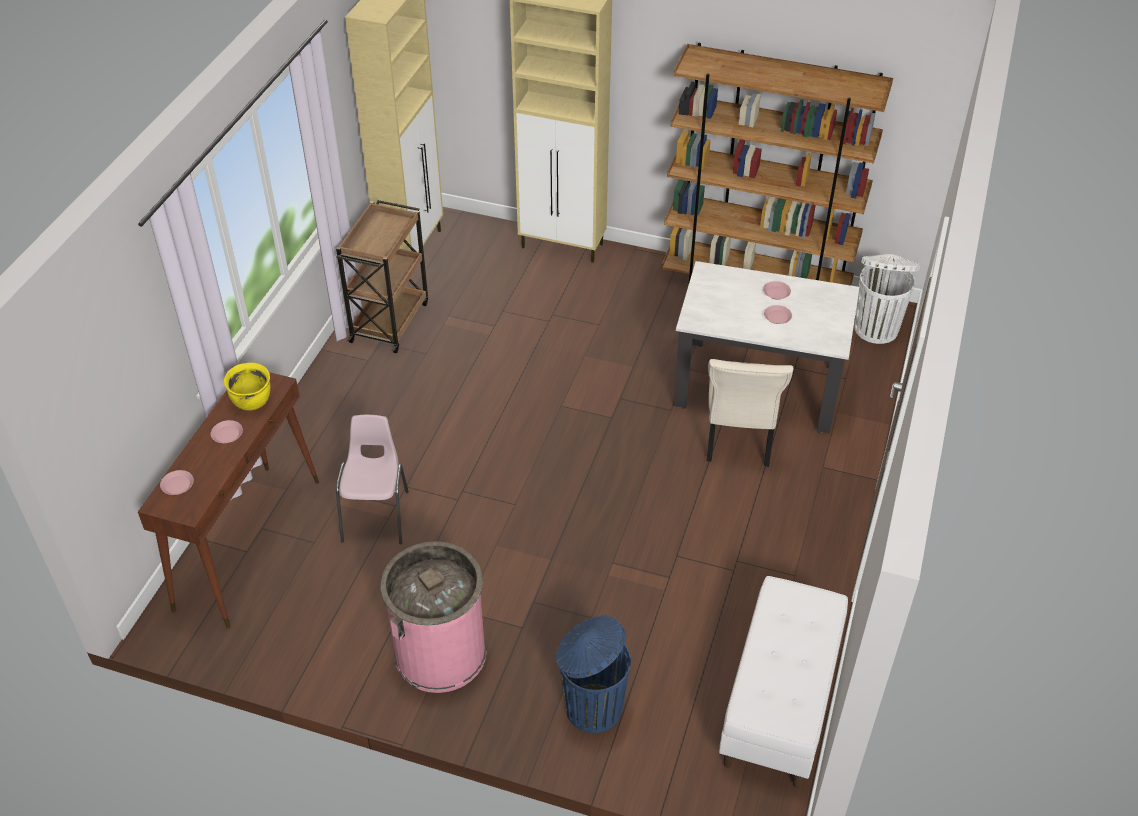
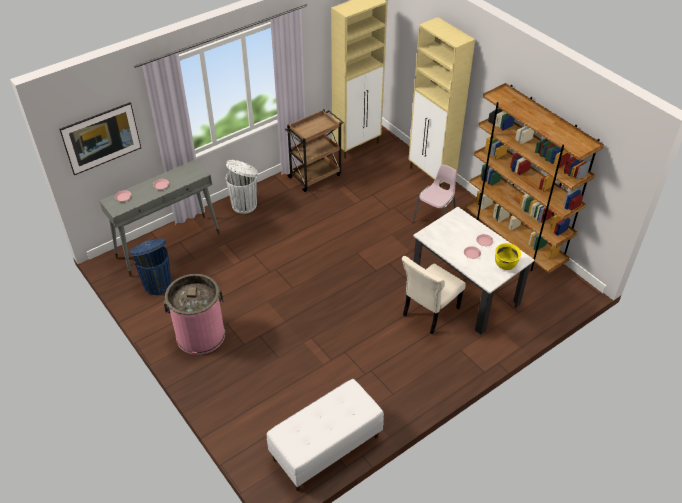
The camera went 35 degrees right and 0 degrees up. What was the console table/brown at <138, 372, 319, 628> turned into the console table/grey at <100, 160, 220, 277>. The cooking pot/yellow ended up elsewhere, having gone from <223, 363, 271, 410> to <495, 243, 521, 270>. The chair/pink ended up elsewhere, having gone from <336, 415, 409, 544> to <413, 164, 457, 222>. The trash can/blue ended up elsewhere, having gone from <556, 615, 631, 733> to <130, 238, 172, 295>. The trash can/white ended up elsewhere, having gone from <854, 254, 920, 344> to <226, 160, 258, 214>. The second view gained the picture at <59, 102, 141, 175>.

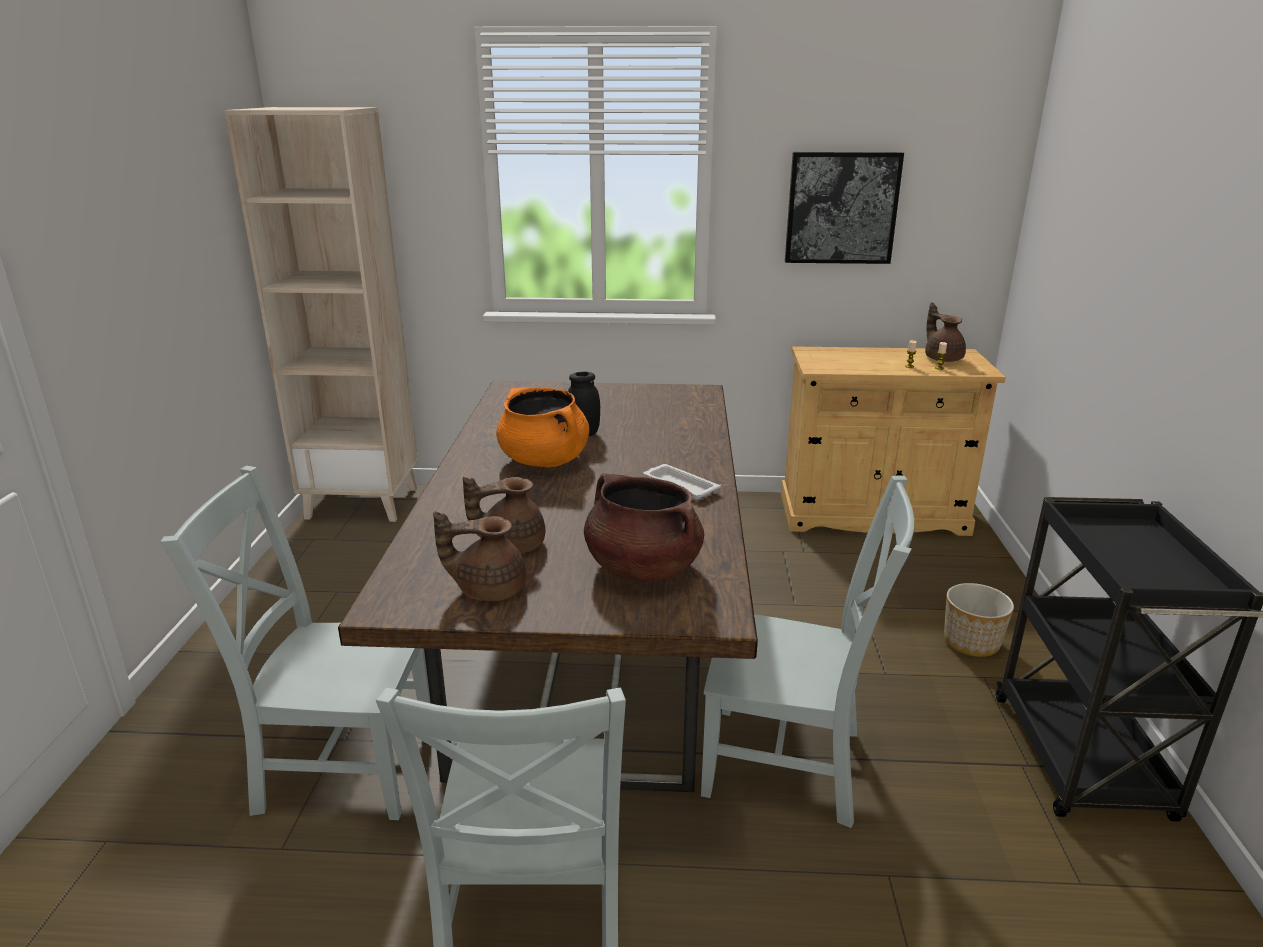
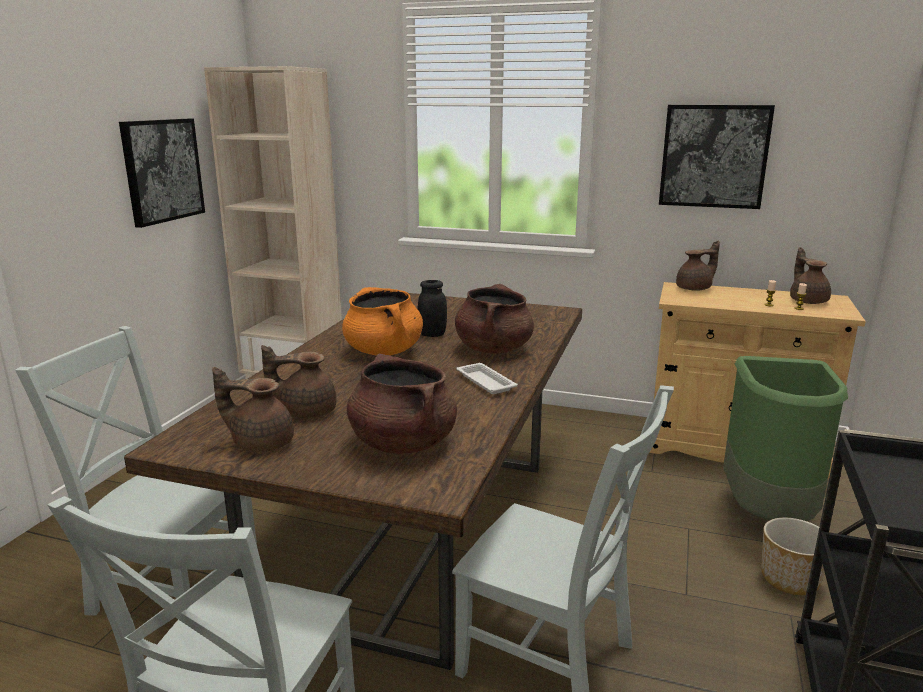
The camera went 15 degrees right and 5 degrees down. The second view gained the picture at <119, 119, 205, 228>. The second view gained the cooking pot/brown at <455, 284, 534, 354>. The second view gained the teapot/brown at <676, 240, 720, 290>. The second view gained the trash can/green at <723, 356, 848, 521>.

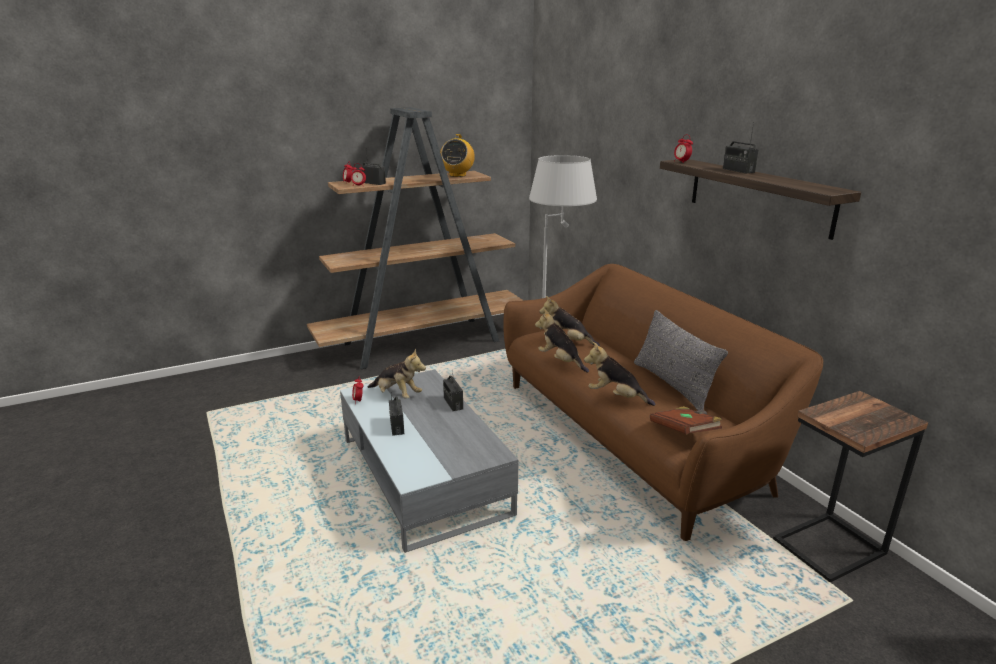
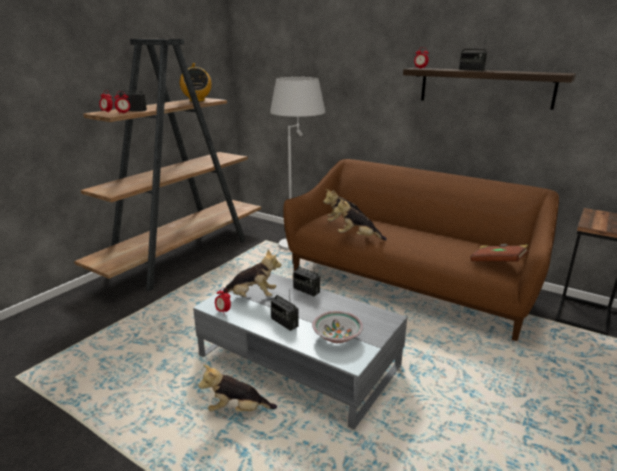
The camera went 30 degrees left and 0 degrees up. The plush toy ended up elsewhere, having gone from <584, 342, 655, 406> to <198, 365, 277, 412>. The second view lost the pillow/grey at <634, 310, 728, 410>. The second view gained the bowl at <312, 311, 363, 343>.

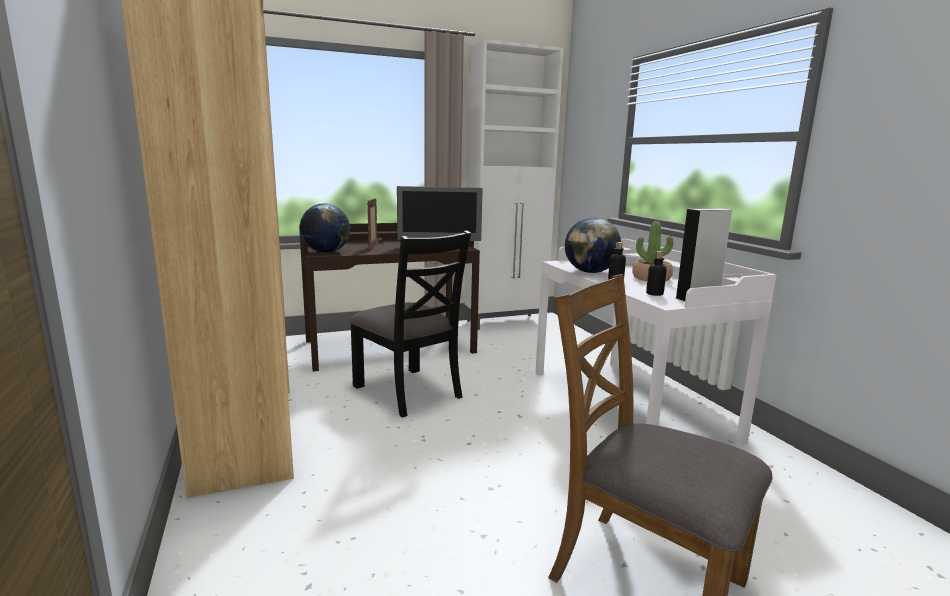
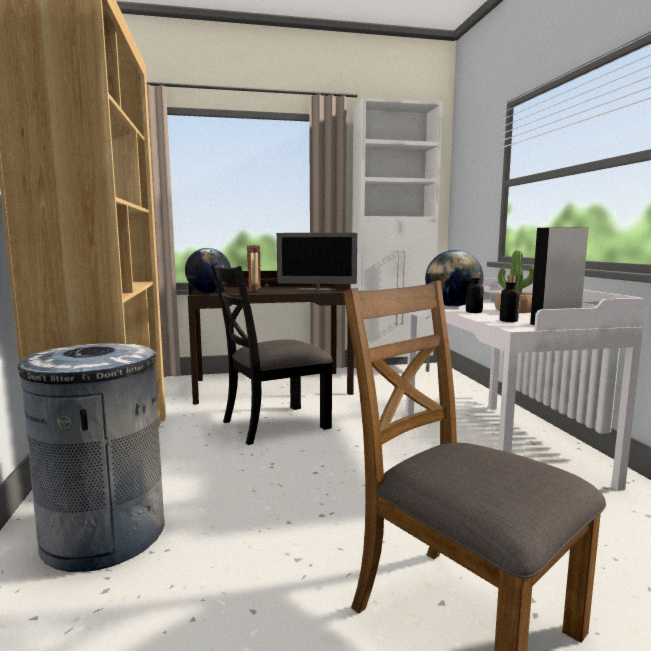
The camera went 10 degrees right and 5 degrees down. The chair/black at <349, 231, 471, 418> ended up facing another way, 90 degrees clockwise from before. The second view gained the trash can/grey at <12, 343, 165, 572>.

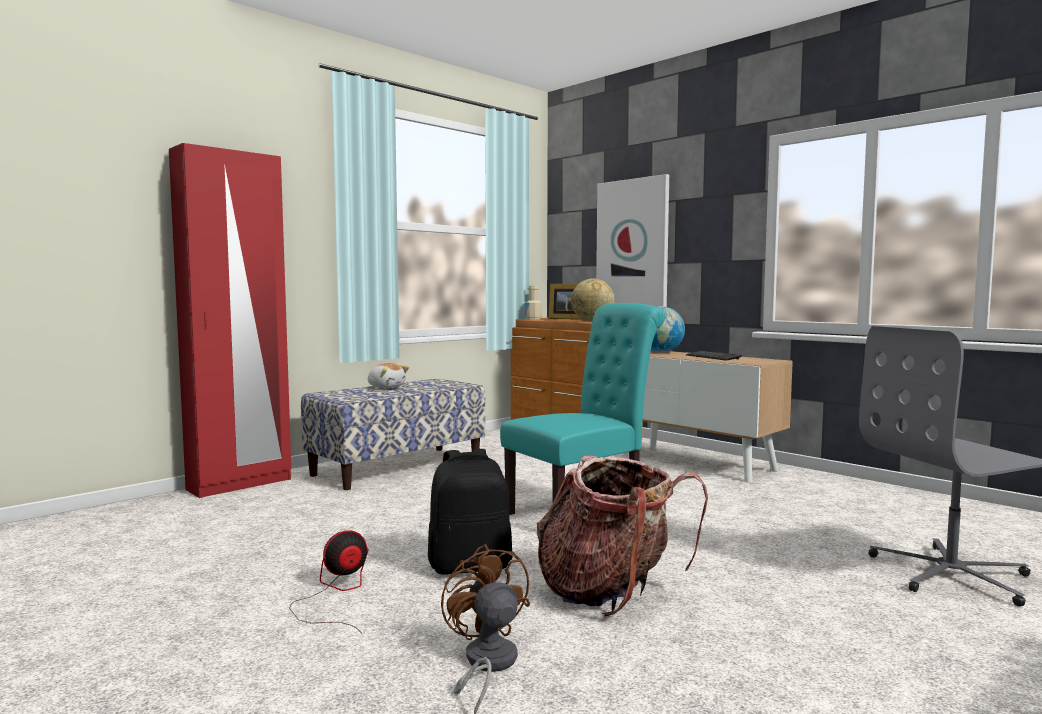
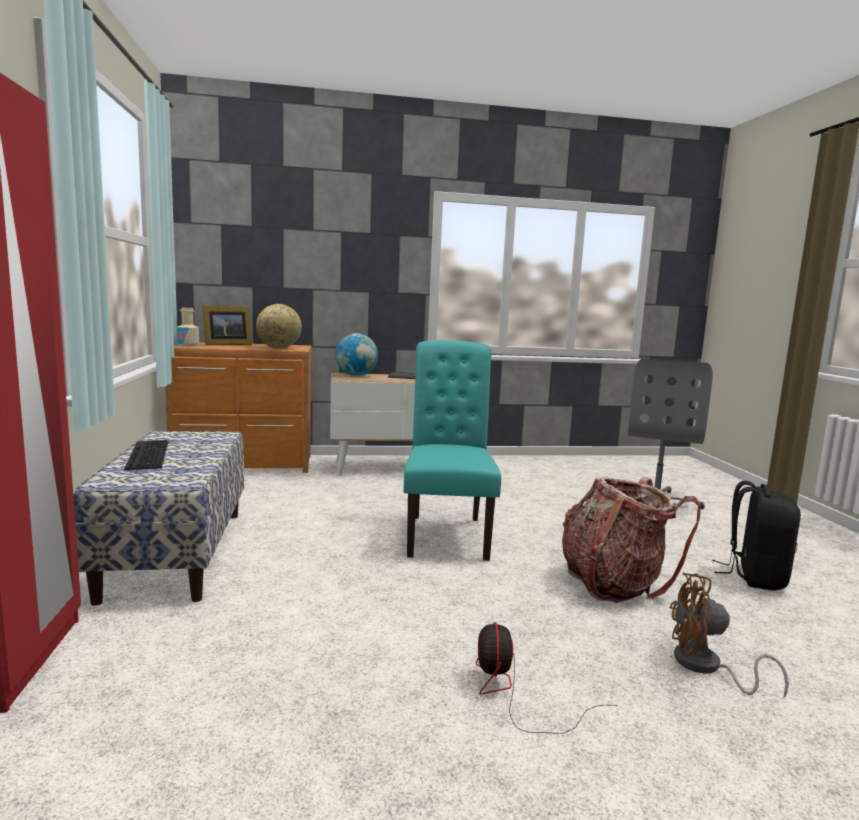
The camera went 55 degrees left and 5 degrees up. Where the plush toy stood at <368, 363, 409, 388>, the keyboard came to stand at <124, 440, 169, 470>. The backpack/black ended up elsewhere, having gone from <428, 449, 513, 575> to <712, 481, 801, 591>. The second view lost the picture at <596, 174, 669, 307>.

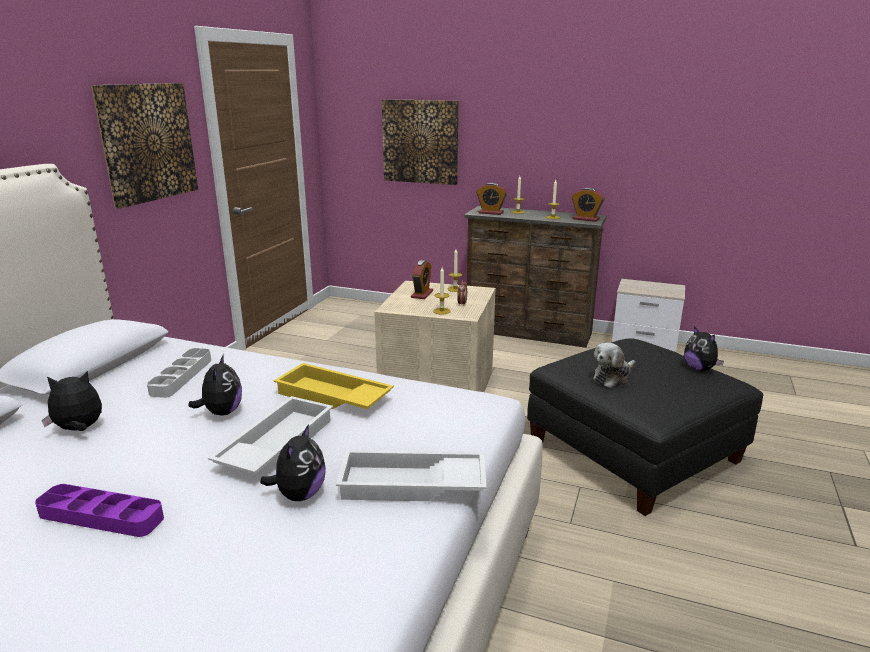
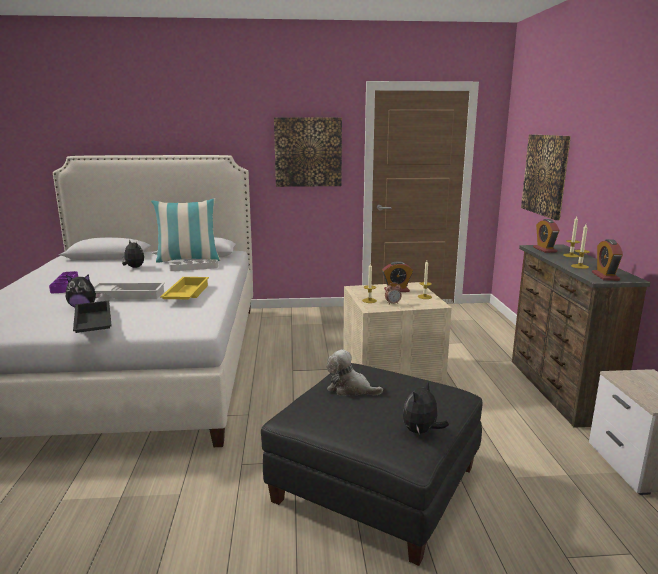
The camera went 65 degrees right and 5 degrees down. The second view lost the plush toy at <188, 354, 242, 416>. What was the tray/white at <336, 450, 487, 501> turned into the tray/black at <73, 301, 112, 333>. The second view gained the pillow at <151, 198, 221, 263>.

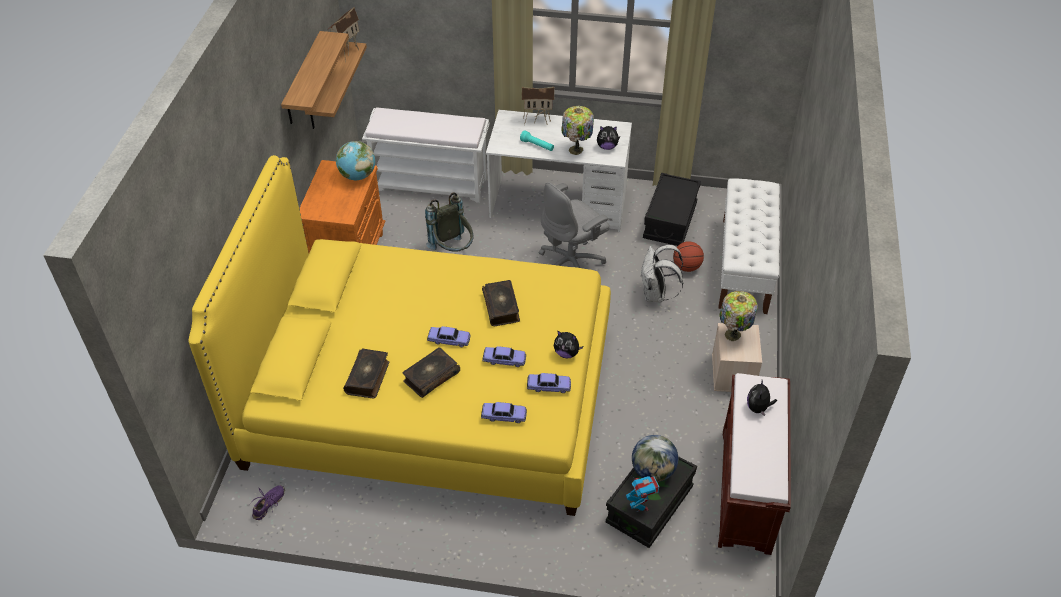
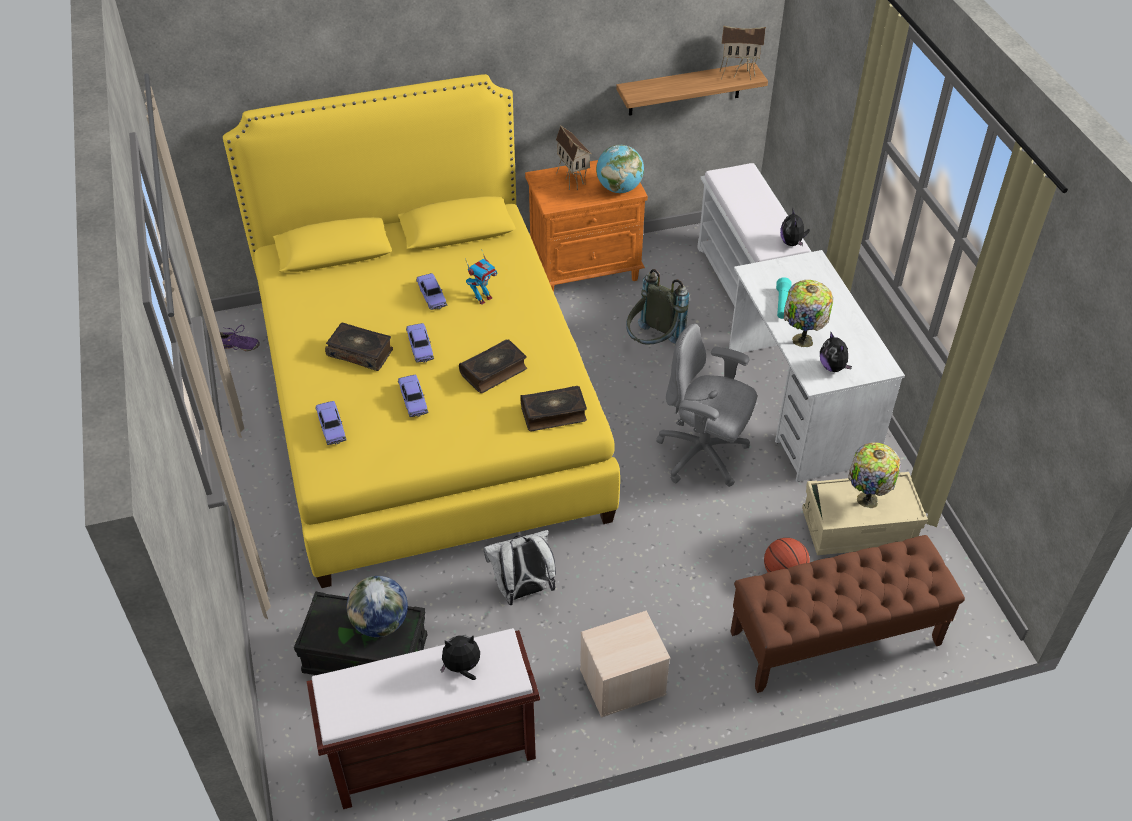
The camera went 65 degrees right and 0 degrees up. The second view lost the shelf at <281, 31, 349, 124>. The book ended up elsewhere, having gone from <343, 348, 389, 398> to <521, 386, 587, 432>. The toy house ended up elsewhere, having gone from <522, 87, 554, 125> to <556, 125, 591, 191>. The toy car ended up elsewhere, having gone from <527, 373, 571, 393> to <416, 273, 447, 310>. The plush toy ended up elsewhere, having gone from <554, 331, 583, 358> to <780, 210, 810, 246>. The toy robot ended up elsewhere, having gone from <626, 475, 659, 512> to <465, 249, 498, 305>. The backpack/white ended up elsewhere, having gone from <640, 245, 683, 303> to <484, 530, 556, 605>. What was the storage box/black at <643, 173, 701, 246> turned into the storage box/beige at <802, 472, 928, 555>. What was the bench/white at <718, 178, 780, 314> turned into the bench/brown at <730, 535, 965, 693>. The table lamp ended up elsewhere, having gone from <719, 291, 758, 341> to <848, 442, 901, 508>.

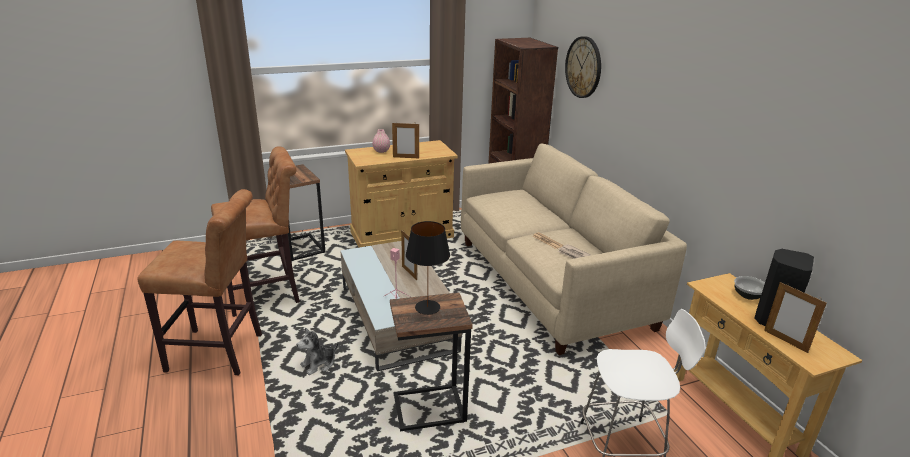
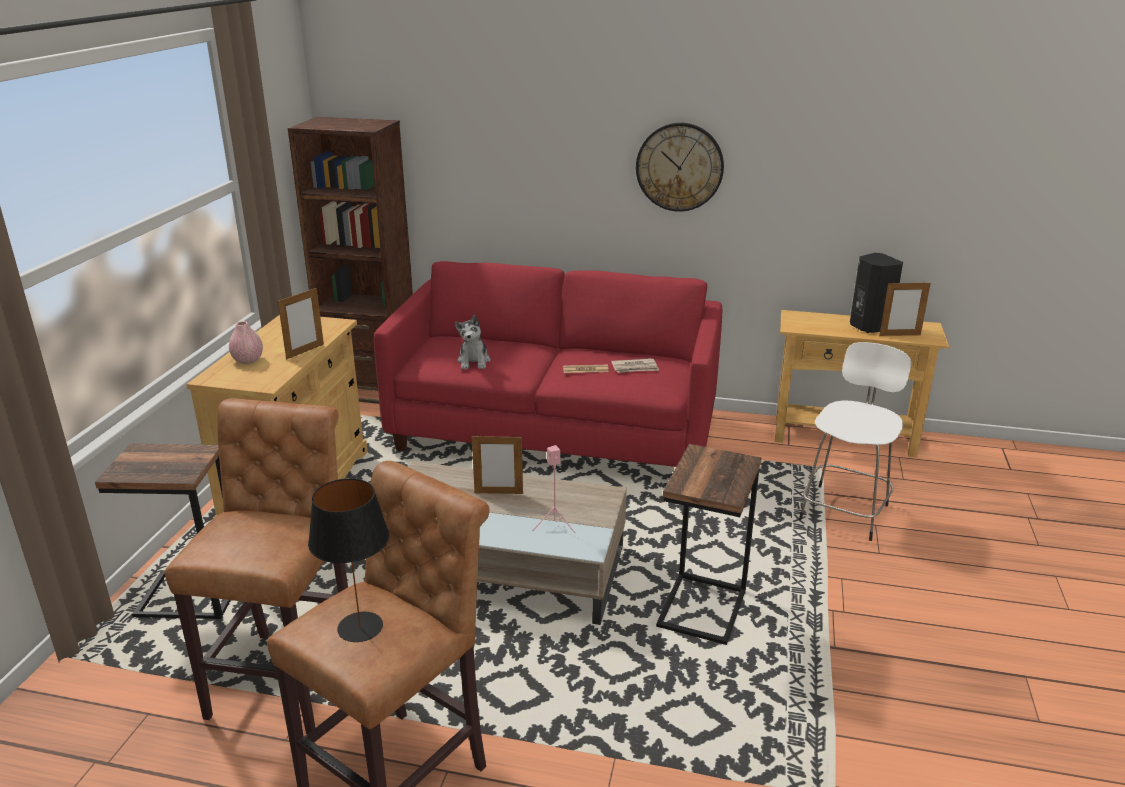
The camera went 55 degrees left and 0 degrees up. The plush toy ended up elsewhere, having gone from <296, 328, 339, 375> to <454, 315, 491, 369>. The table lamp/black ended up elsewhere, having gone from <406, 221, 450, 315> to <308, 478, 390, 642>. What was the sofa/beige at <461, 144, 687, 355> turned into the sofa/red at <374, 261, 722, 467>. The wall clock ended up elsewhere, having gone from <565, 36, 601, 98> to <636, 123, 724, 211>. The second view lost the bowl at <734, 276, 765, 300>.

